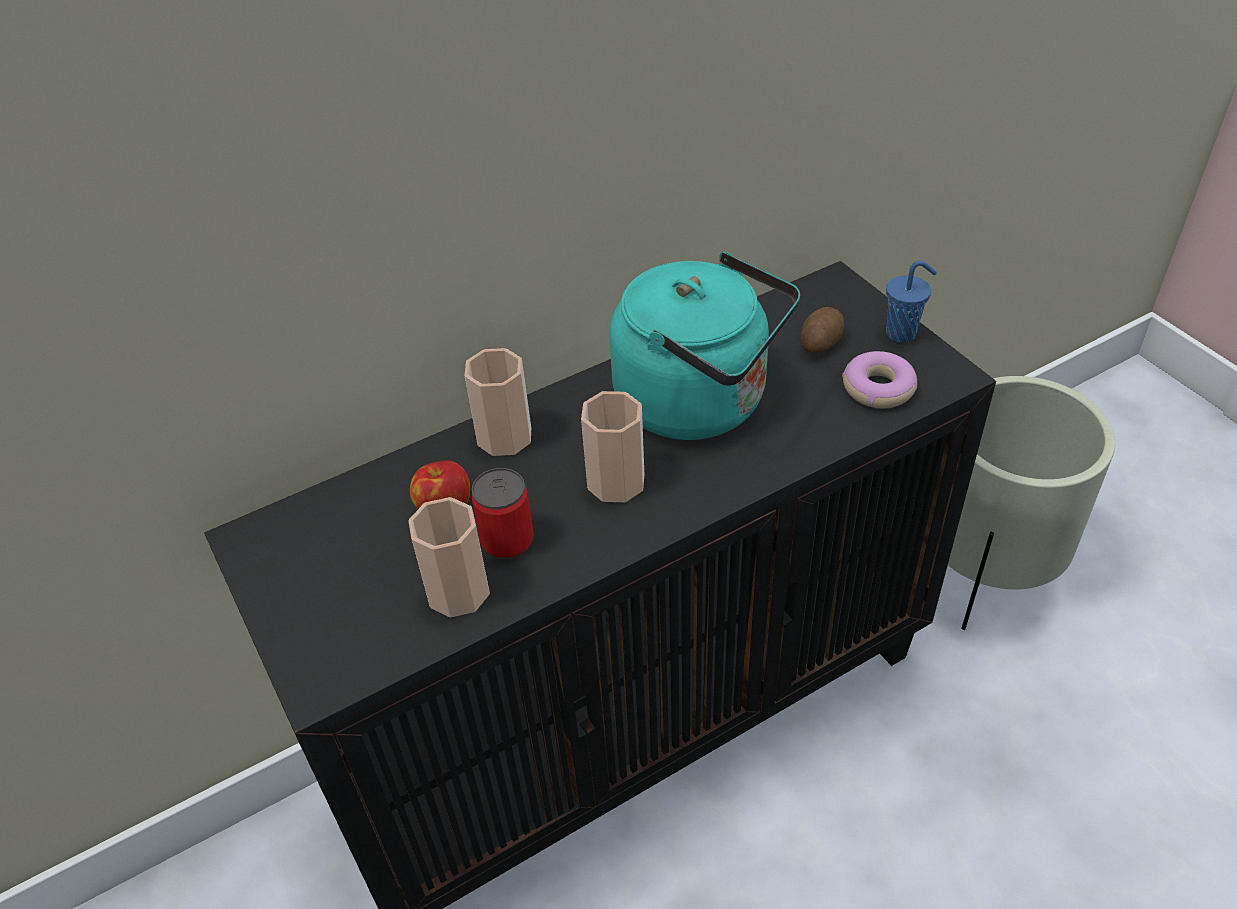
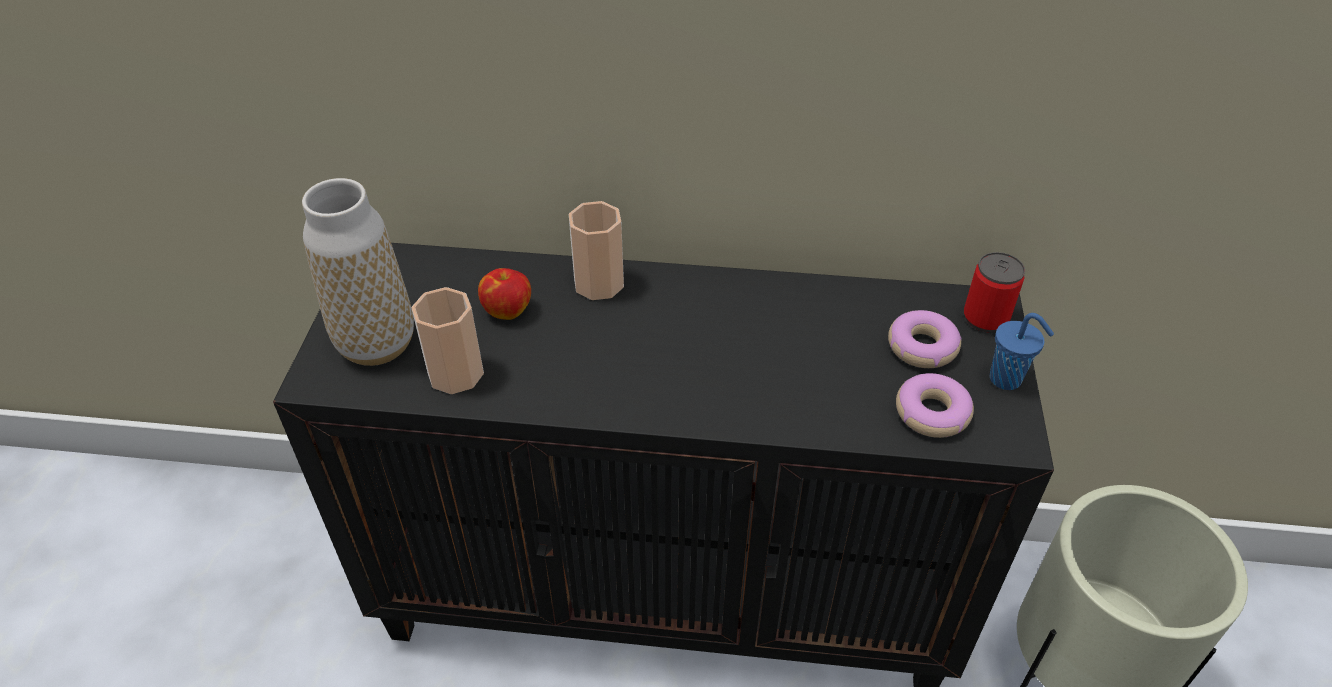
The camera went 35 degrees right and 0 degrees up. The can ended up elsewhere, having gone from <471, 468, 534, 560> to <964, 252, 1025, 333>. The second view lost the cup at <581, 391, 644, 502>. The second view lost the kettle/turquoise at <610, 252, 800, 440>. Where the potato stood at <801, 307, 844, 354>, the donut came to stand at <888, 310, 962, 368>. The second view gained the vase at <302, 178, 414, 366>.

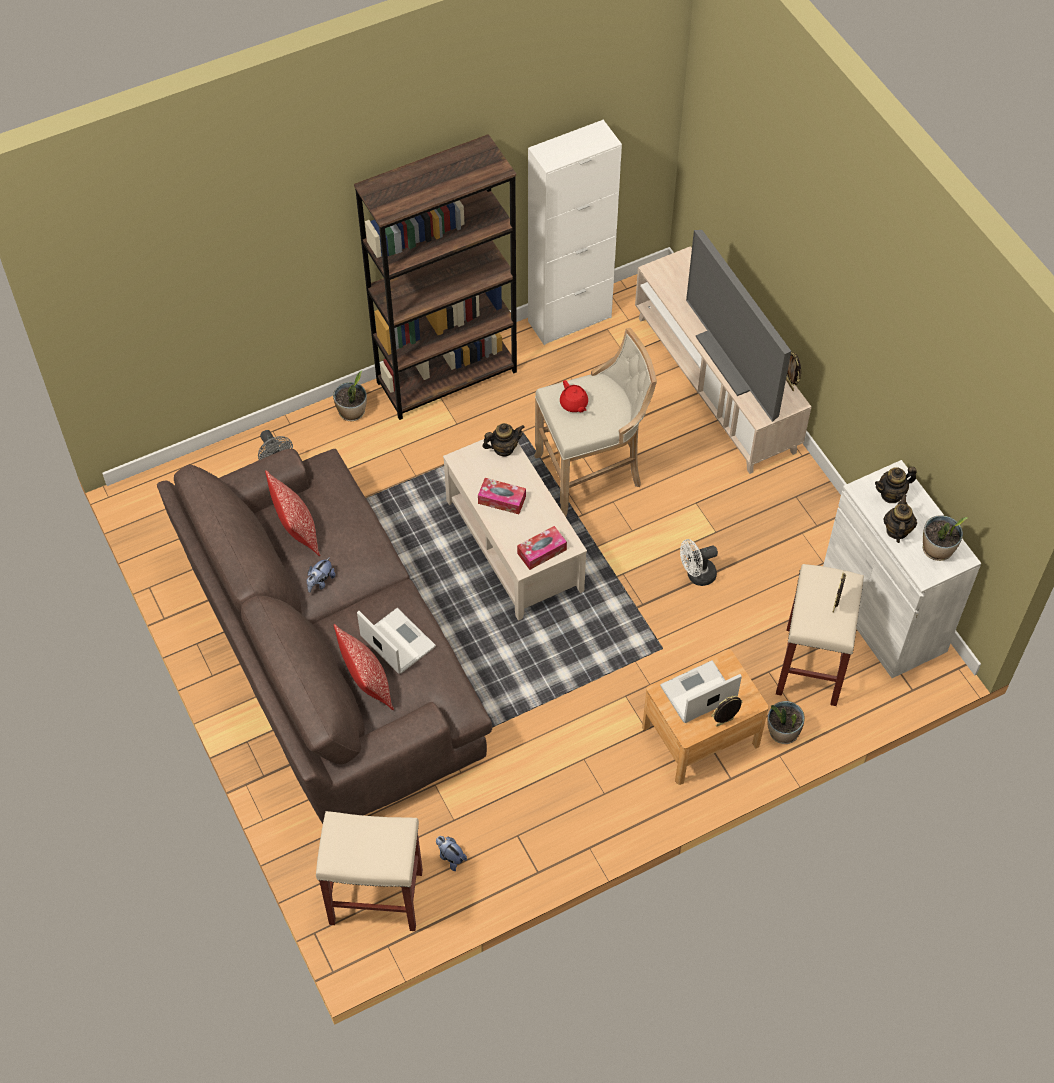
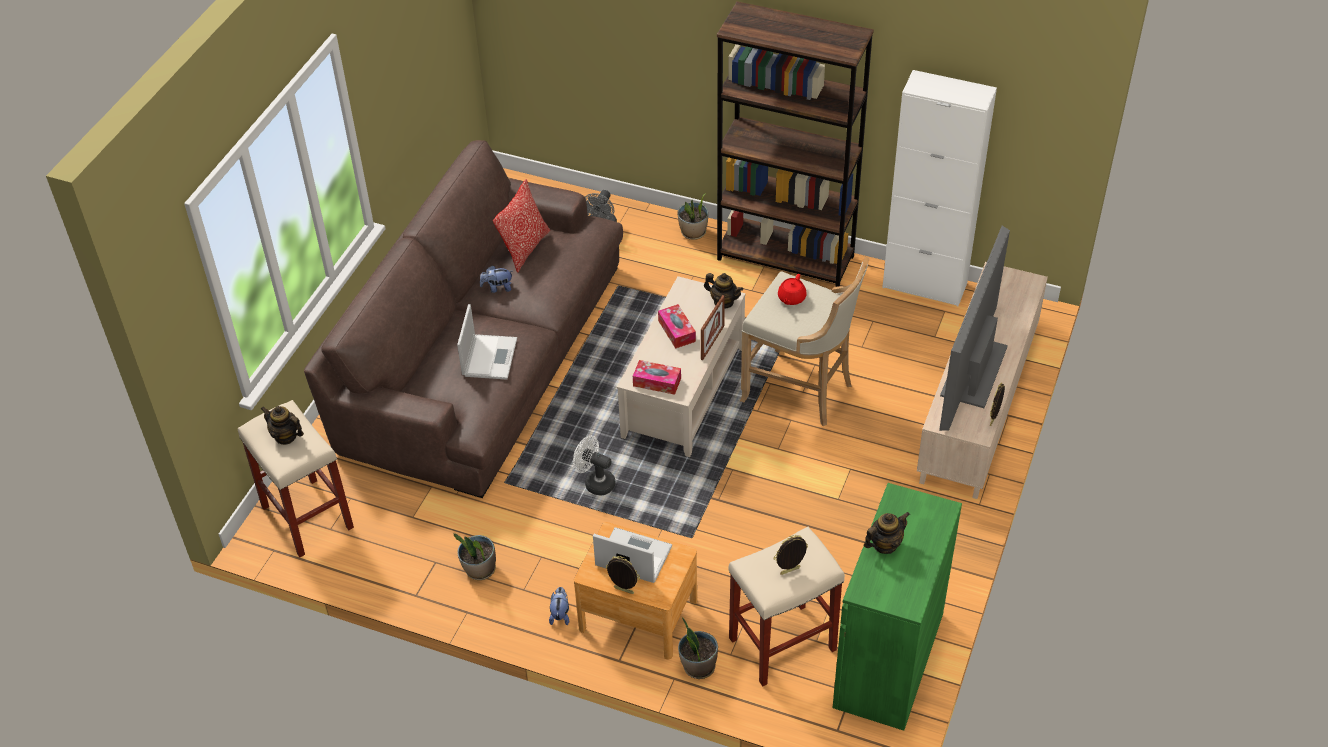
The camera went 50 degrees right and 10 degrees down. The second view lost the pillow at <334, 624, 394, 710>. The plush toy ended up elsewhere, having gone from <436, 836, 467, 871> to <549, 587, 569, 625>. The fan/white ended up elsewhere, having gone from <680, 539, 718, 586> to <573, 435, 616, 495>. What was the cabinet/white at <823, 460, 981, 678> turned into the cabinet/green at <832, 483, 962, 731>. The teapot ended up elsewhere, having gone from <875, 467, 917, 503> to <261, 406, 304, 445>. The potted plant ended up elsewhere, having gone from <922, 515, 967, 561> to <454, 533, 496, 580>. The second view gained the picture frame at <701, 295, 725, 360>.

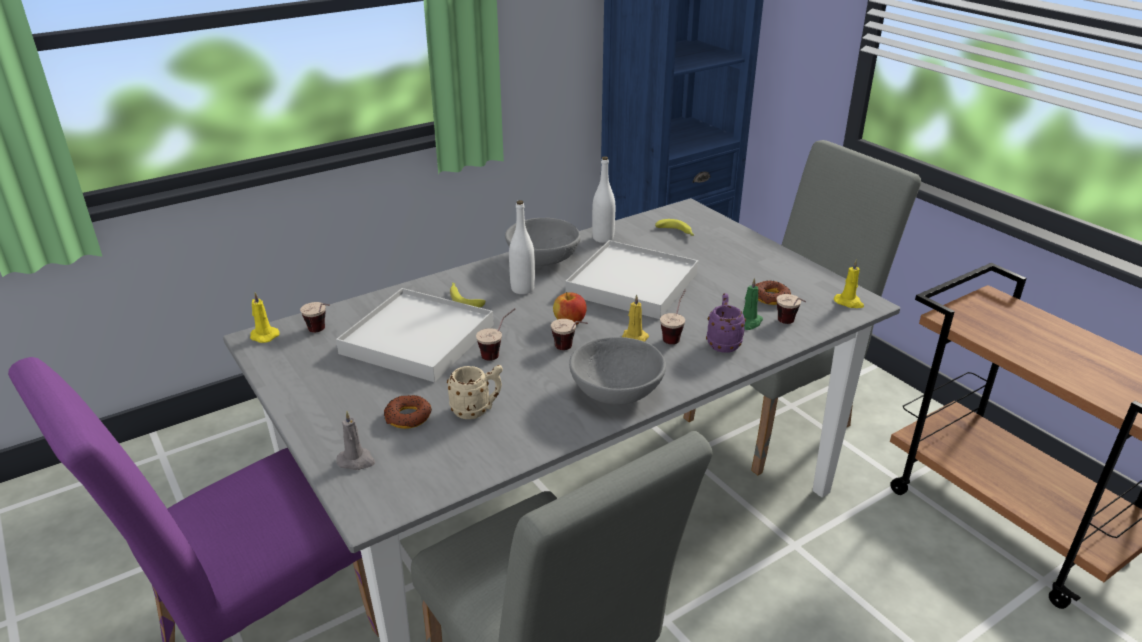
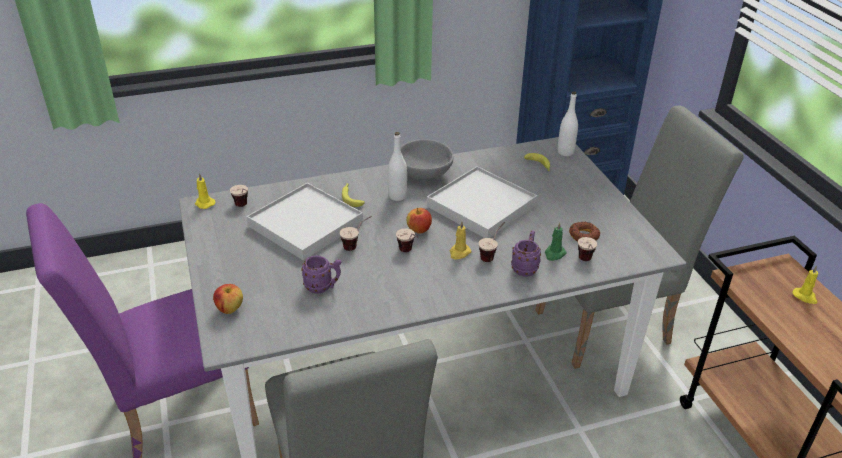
The camera went 15 degrees right and 5 degrees up. Where the candle/grey stood at <336, 411, 375, 470>, the apple came to stand at <213, 284, 243, 314>. The second view lost the donut at <384, 395, 432, 429>. What was the mug/beige at <447, 365, 503, 419> turned into the mug/purple at <301, 255, 341, 294>. The second view lost the bowl/grey at <569, 337, 666, 405>. The bottle/white ended up elsewhere, having gone from <592, 156, 615, 243> to <558, 91, 578, 156>. The candle/yellow ended up elsewhere, having gone from <834, 260, 864, 308> to <793, 266, 818, 304>.

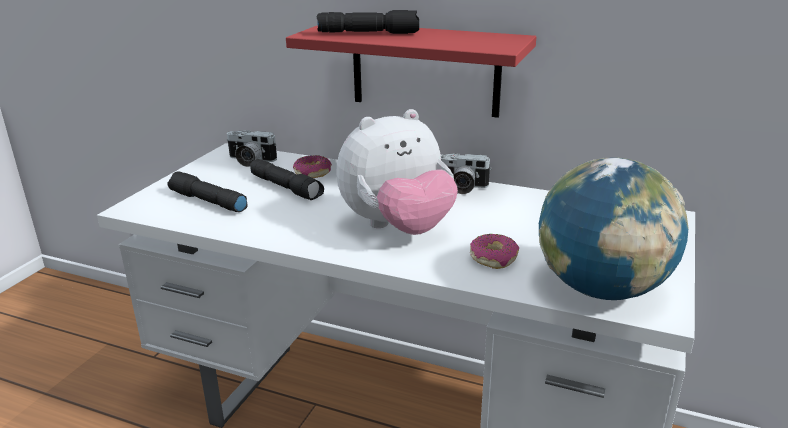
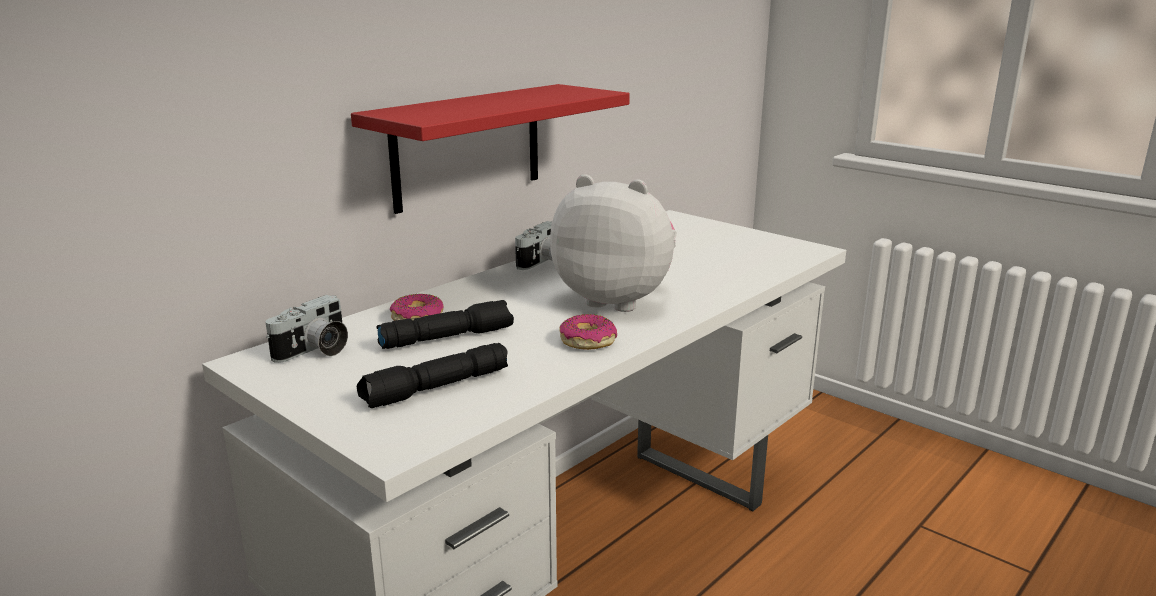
The camera went 70 degrees left and 5 degrees down. The second view lost the flashlight/black at <317, 10, 419, 34>. The plush toy at <337, 109, 458, 235> ended up facing another way, 60 degrees counterclockwise from before. The donut ended up elsewhere, having gone from <470, 234, 519, 269> to <559, 314, 617, 350>. The second view lost the globe at <539, 158, 689, 300>.

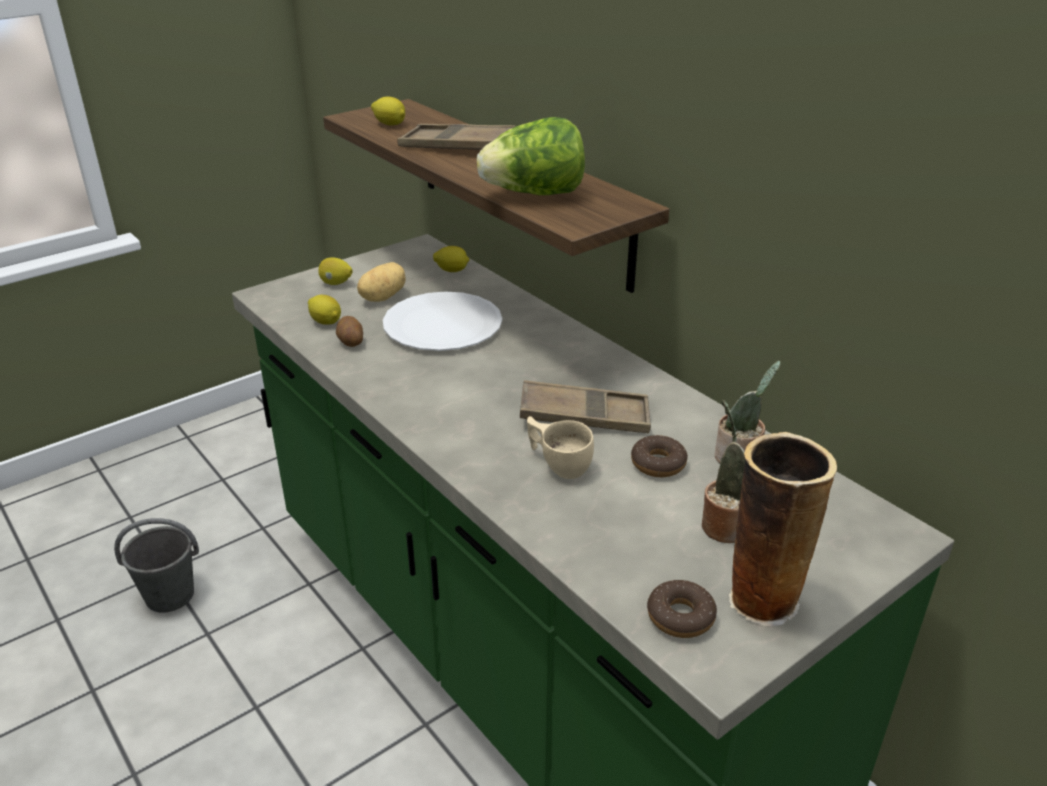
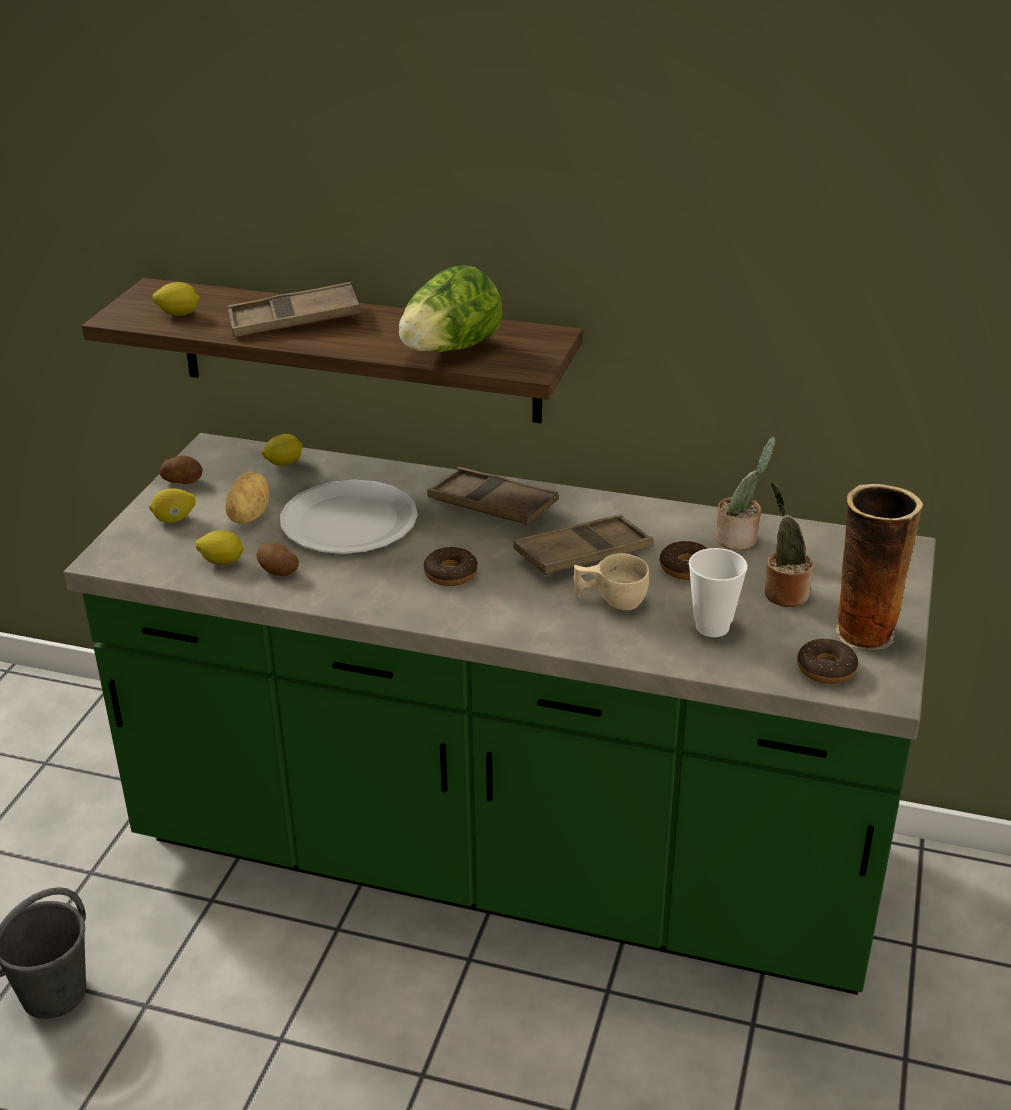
The camera went 35 degrees left and 0 degrees up. The second view gained the potato at <159, 455, 203, 484>. The second view gained the donut at <424, 547, 478, 586>. The second view gained the tray/brown at <427, 467, 559, 525>. The second view gained the cup at <689, 548, 748, 637>.

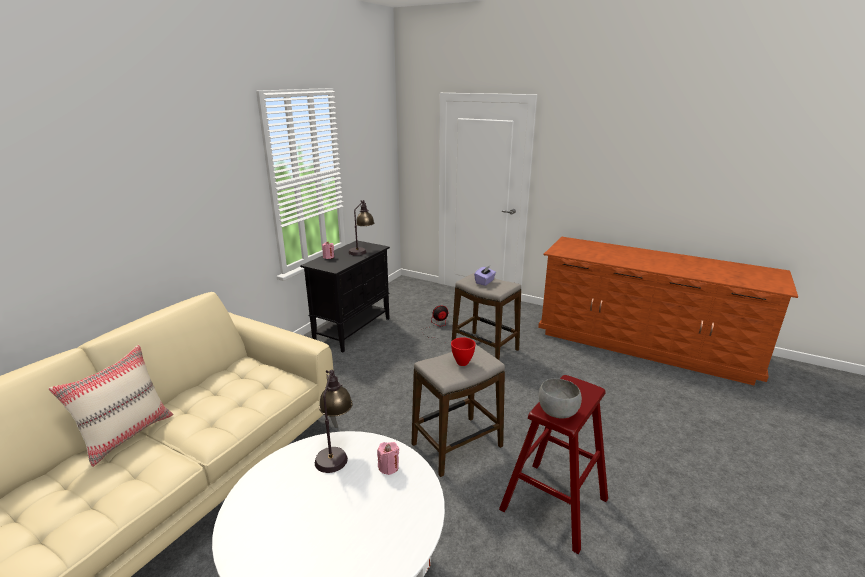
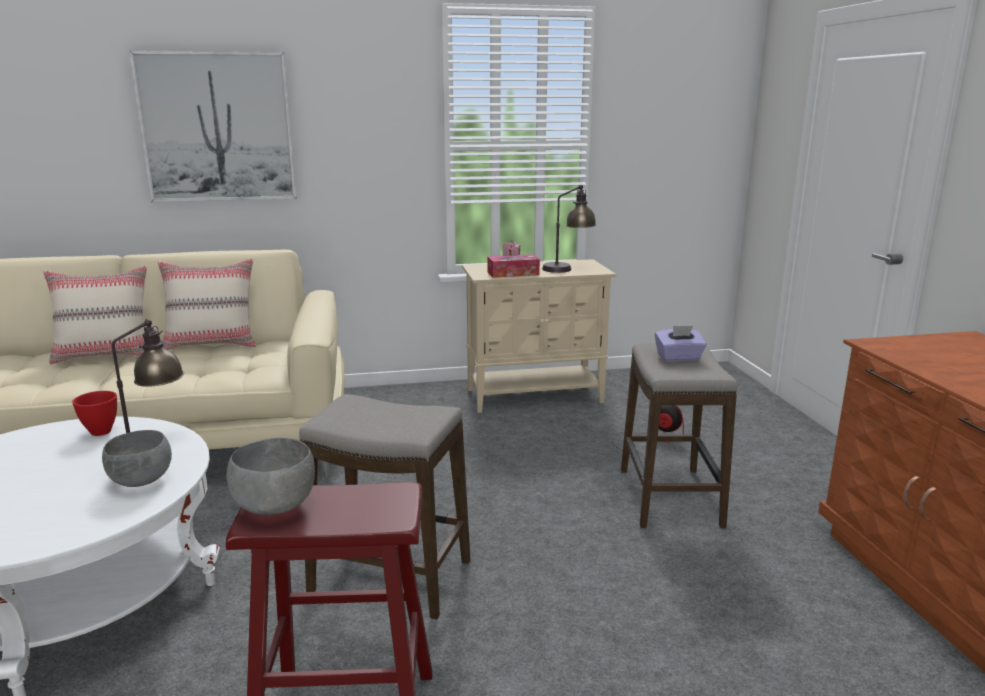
The camera went 50 degrees right and 5 degrees down. What was the cabinet/black at <300, 241, 390, 352> turned into the cabinet/beige at <462, 259, 616, 413>. Where the candle/pink stood at <377, 442, 399, 475>, the bowl/grey came to stand at <102, 430, 172, 487>. The bowl/red ended up elsewhere, having gone from <451, 337, 476, 366> to <72, 391, 117, 436>. The second view gained the picture at <129, 50, 297, 202>. The second view gained the pillow/beige at <158, 258, 256, 350>. The second view gained the tissue box at <488, 254, 540, 278>.

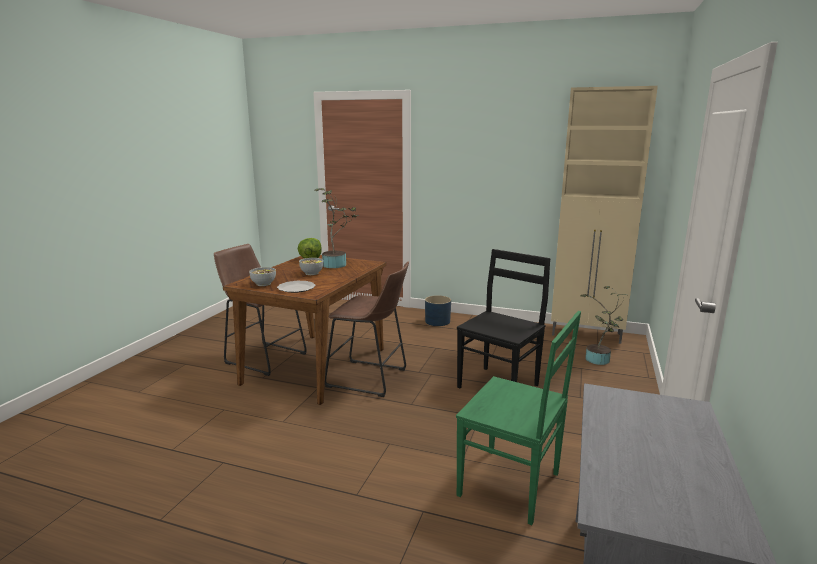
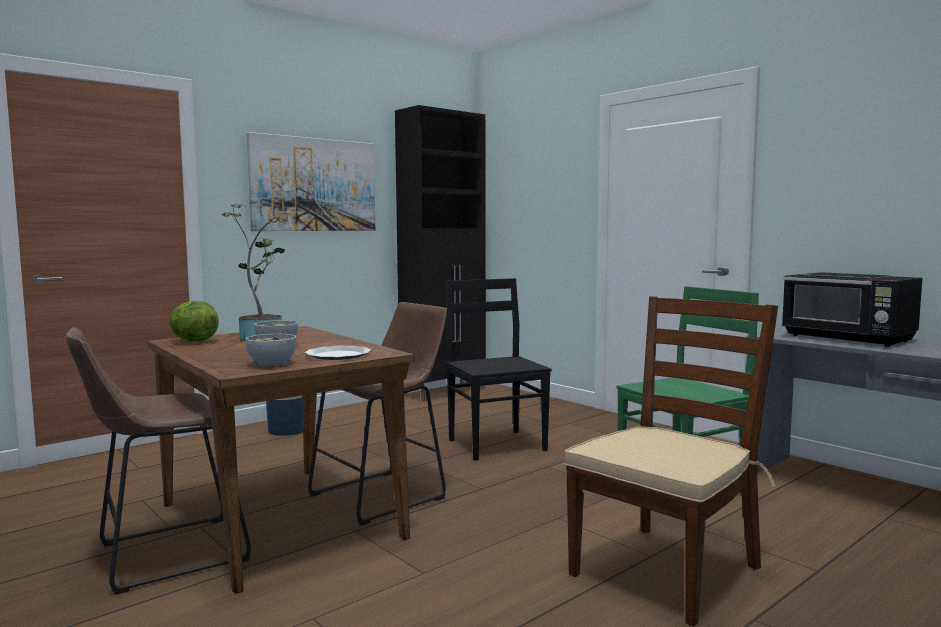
The camera went 60 degrees left and 10 degrees down. What was the cabinet/beige at <551, 86, 658, 344> turned into the cabinet/black at <395, 105, 486, 402>. The second view lost the potted plant at <581, 286, 626, 365>. The second view gained the picture at <247, 132, 375, 231>. The second view gained the chair/brown at <565, 296, 778, 627>. The second view gained the microwave/black at <782, 272, 922, 347>.

